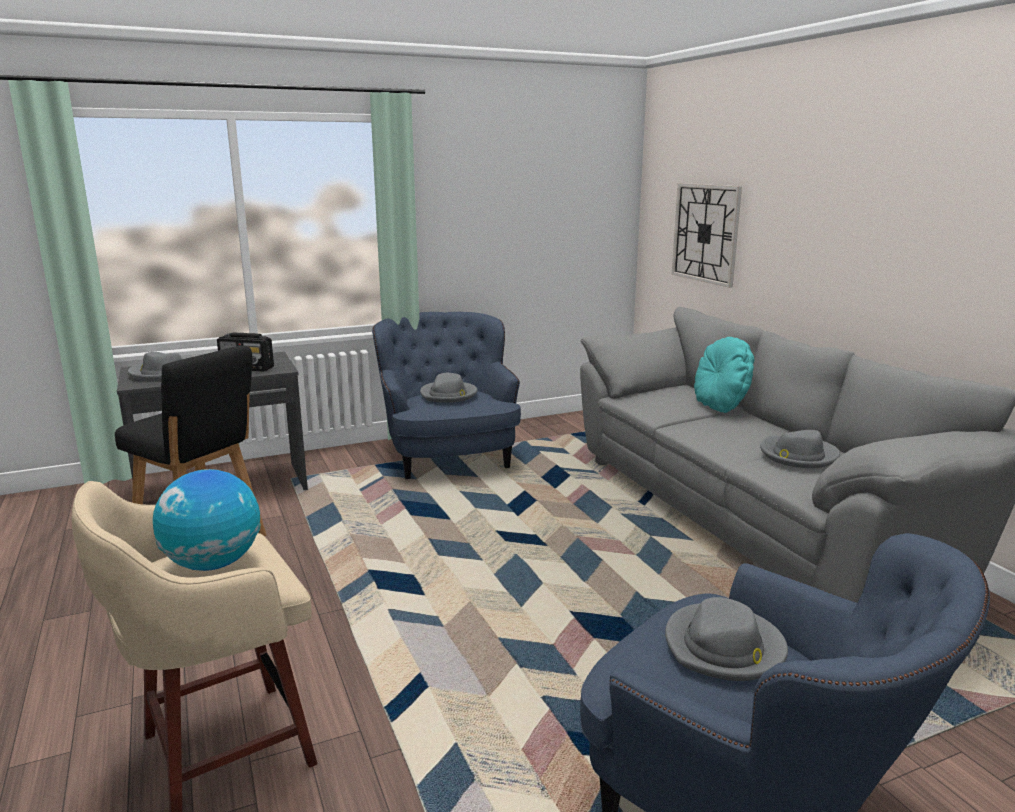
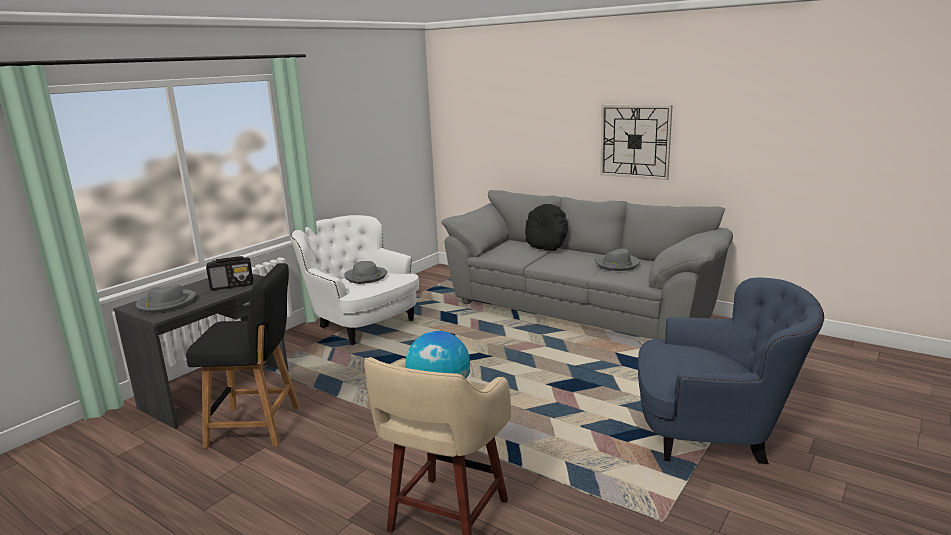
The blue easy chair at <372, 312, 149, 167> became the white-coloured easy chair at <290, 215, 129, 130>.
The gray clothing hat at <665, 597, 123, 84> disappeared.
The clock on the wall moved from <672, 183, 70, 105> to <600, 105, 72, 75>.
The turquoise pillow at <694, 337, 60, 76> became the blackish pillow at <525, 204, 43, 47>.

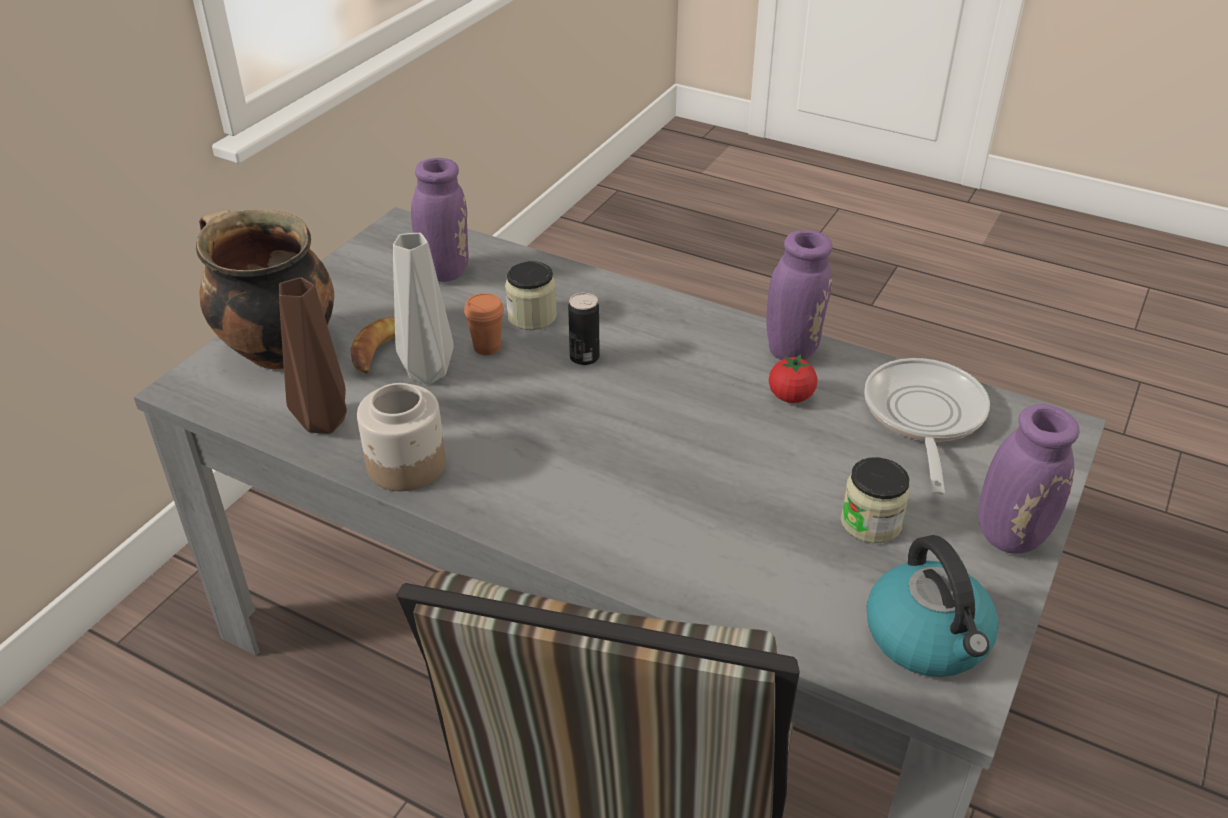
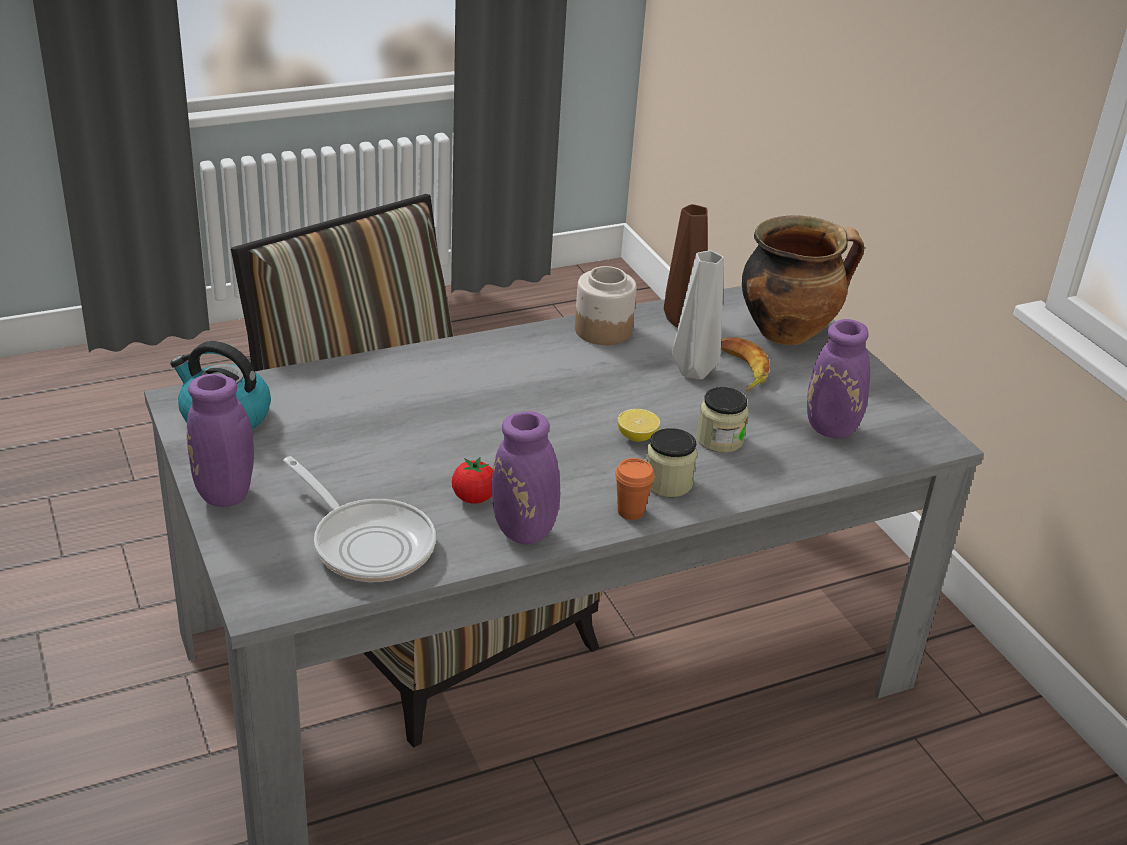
The orange drinking cup moved from <464, 293, 40, 62> to <615, 458, 40, 62>.
The can at <568, 293, 32, 72> was replaced by the whole lemon at <617, 409, 43, 33>.
The jar moved from <841, 457, 69, 86> to <646, 428, 51, 69>.

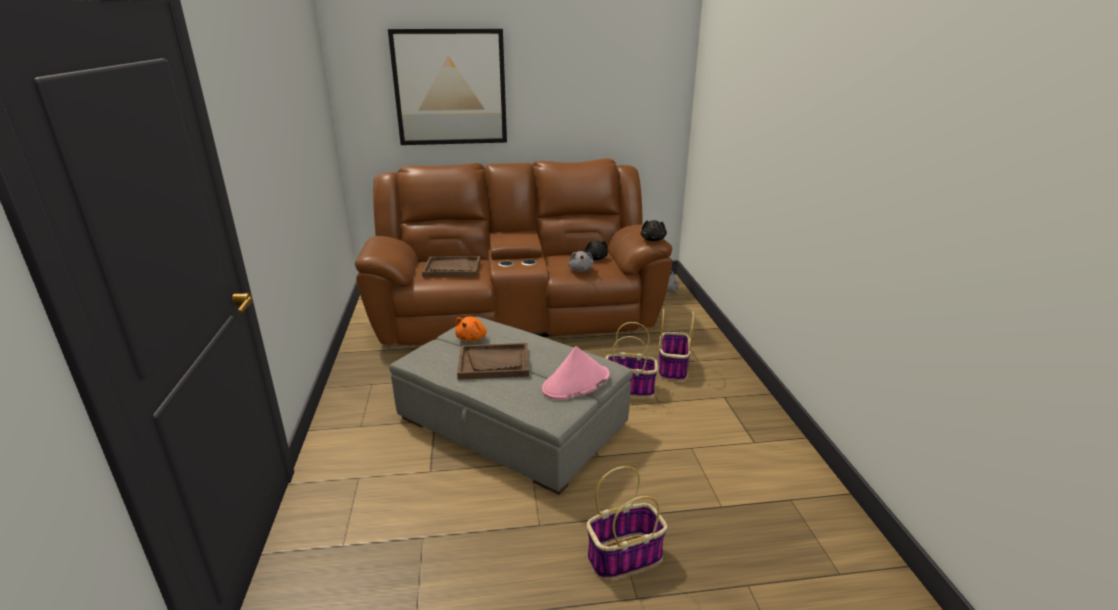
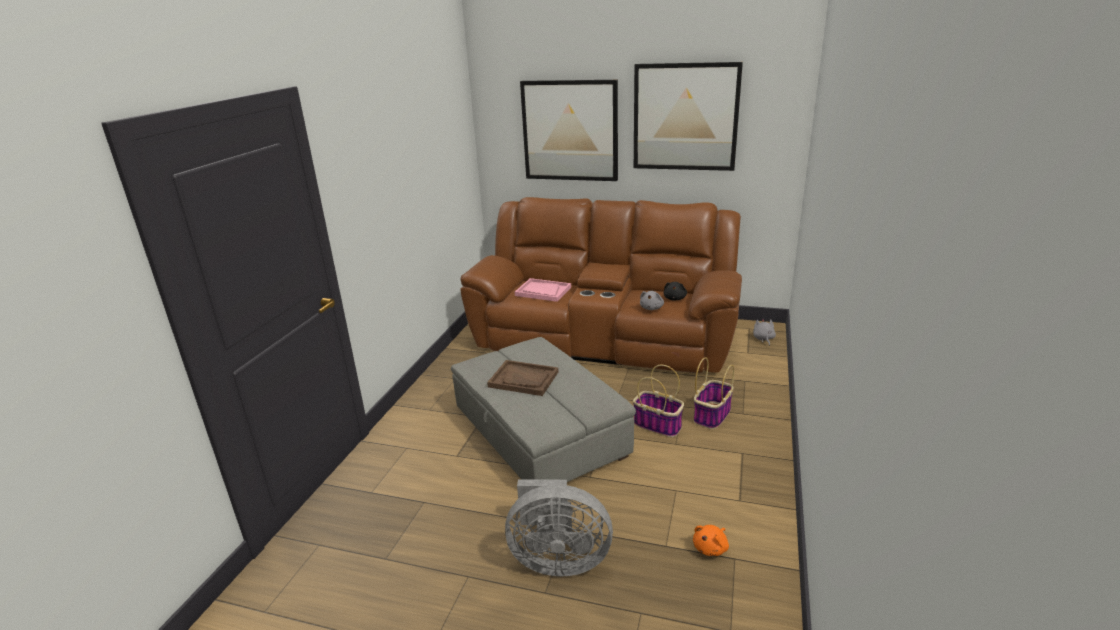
The brownish tray at <422, 256, 59, 21> became the pinkish tray at <515, 278, 56, 24>.
The orange cuddly toy moved from <455, 316, 32, 26> to <693, 525, 36, 31>.
The pinkish clothing hat at <542, 346, 67, 54> disappeared.
The basket at <587, 466, 80, 113> was replaced by the gray electric fan at <505, 479, 108, 98>.
The blackish cuddly toy at <640, 220, 27, 21> disappeared.
The picture at <634, 62, 109, 109> appeared.

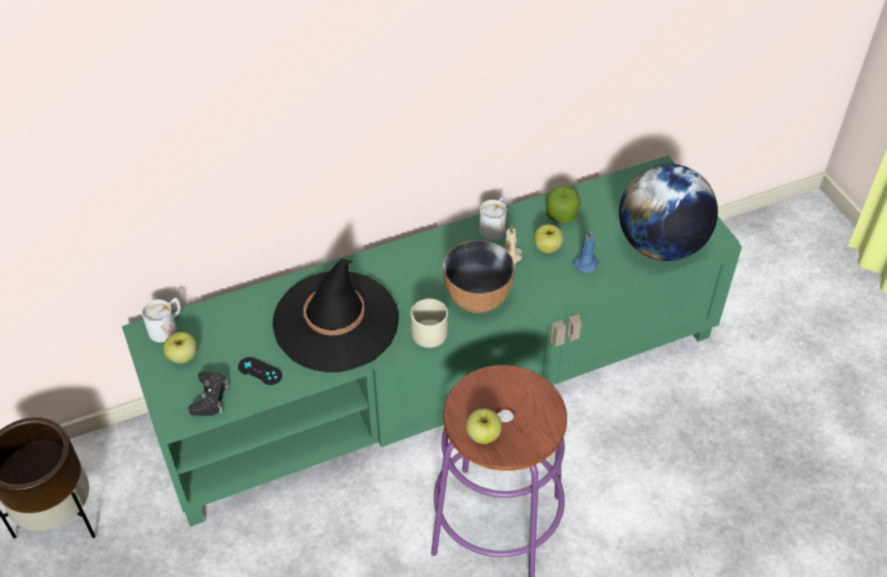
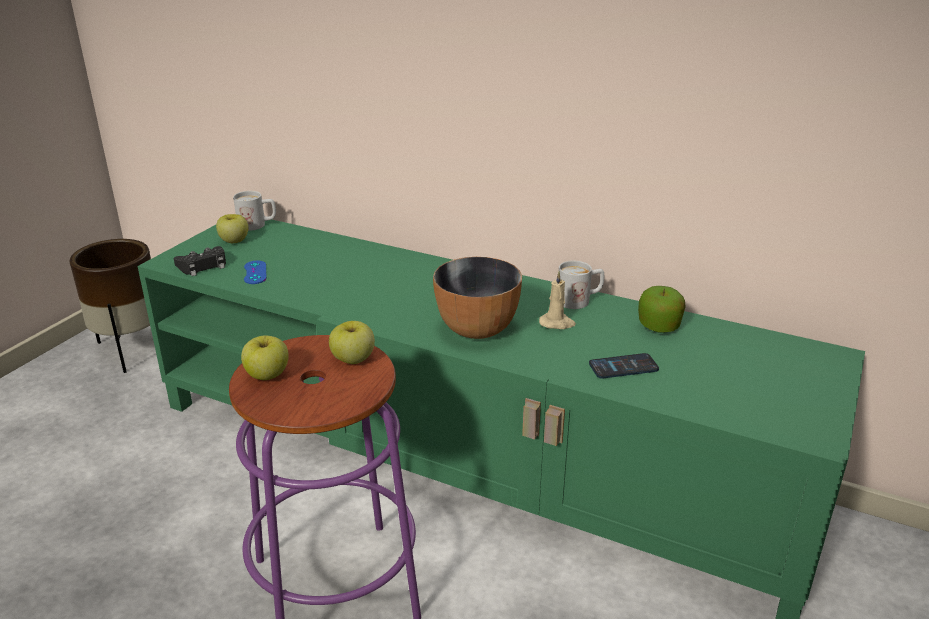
The blackish gamepad at <238, 357, 44, 28> became the blue gamepad at <244, 261, 23, 23>.
The blackish clothing hat at <272, 259, 127, 113> disappeared.
The beige-coloured coffee mug at <411, 299, 37, 49> disappeared.
The apple moved from <534, 224, 29, 29> to <329, 321, 46, 43>.
The blue wax candle at <573, 231, 26, 42> was replaced by the phone at <589, 353, 70, 26>.
The desk globe at <619, 164, 99, 97> disappeared.

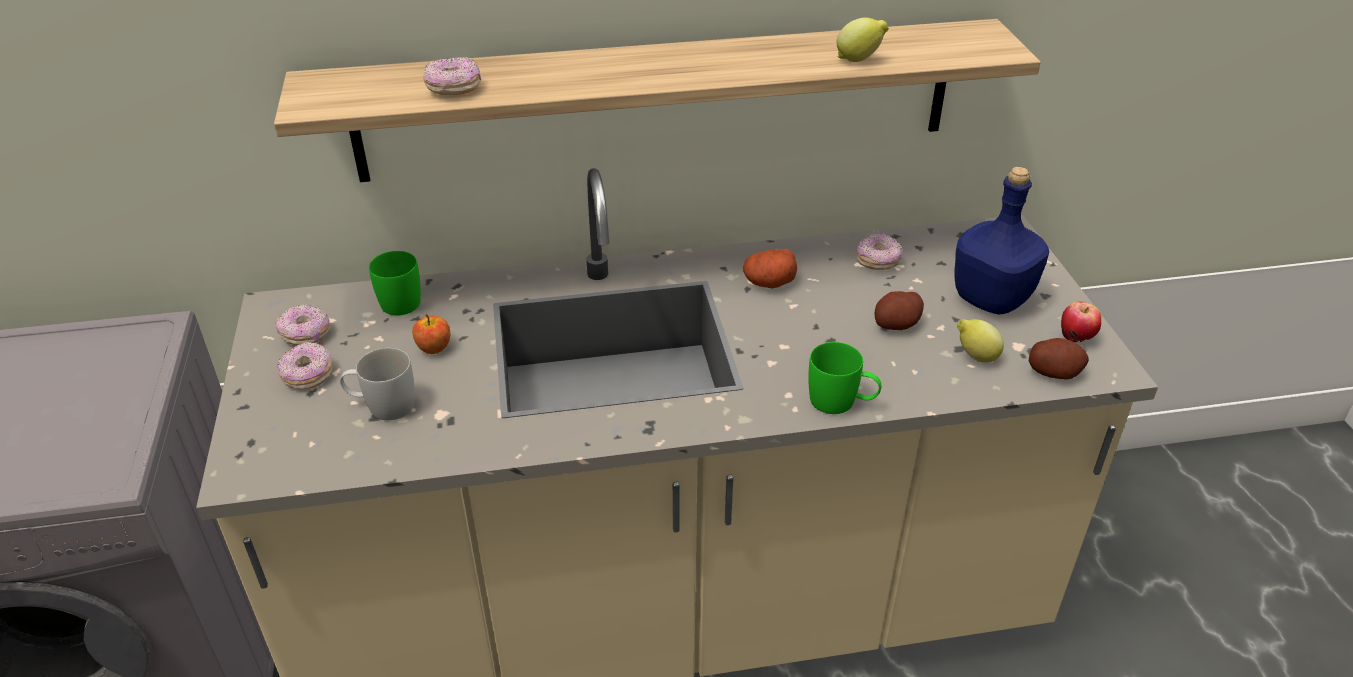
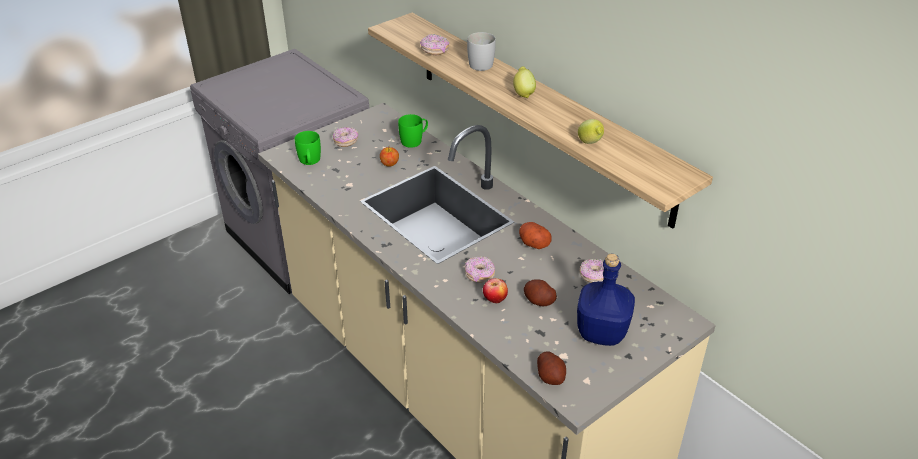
The donut moved from <275, 304, 55, 42> to <465, 256, 30, 27>.
The white-coloured coffee mug moved from <340, 348, 75, 72> to <467, 32, 29, 39>.
The green coffee mug moved from <808, 342, 73, 72> to <295, 131, 26, 34>.
The whole lemon moved from <957, 319, 47, 44> to <513, 66, 23, 32>.
The apple moved from <1061, 301, 40, 41> to <483, 278, 25, 26>.

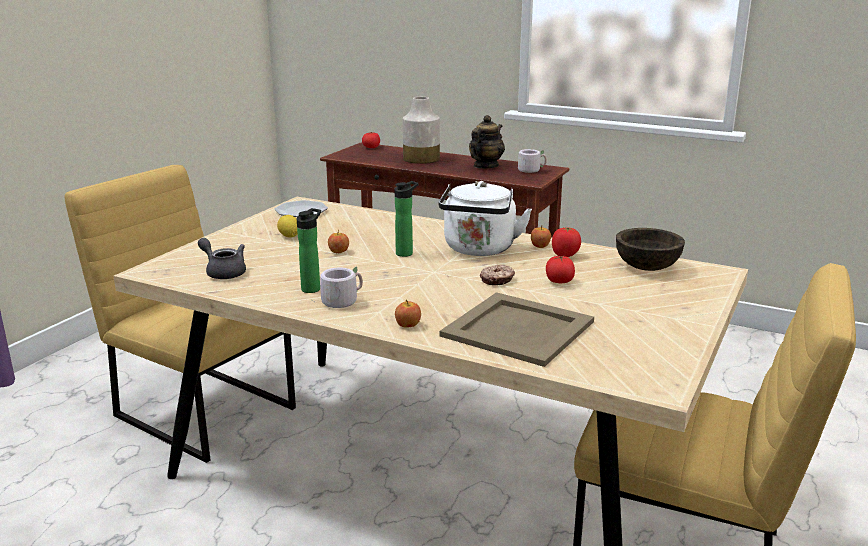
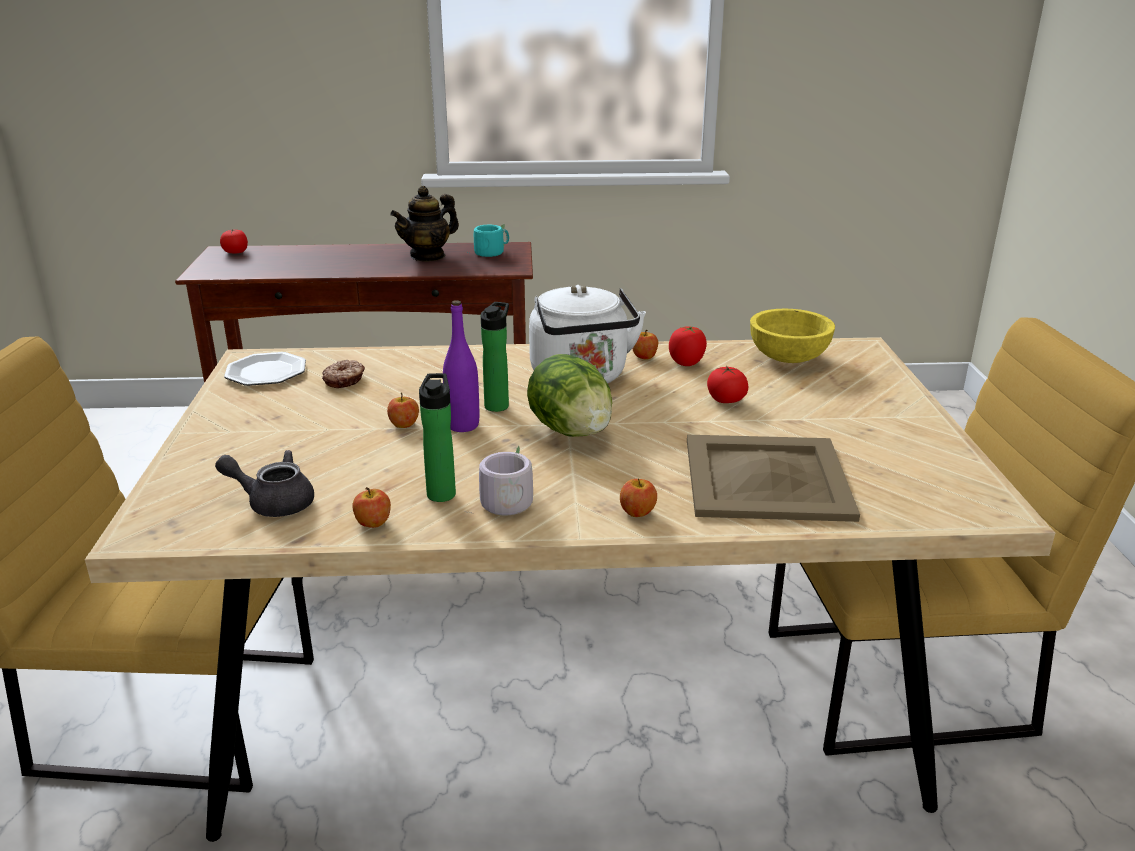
The whole lemon at <277, 215, 21, 22> disappeared.
The beige-coloured flower vase at <403, 97, 37, 67> disappeared.
The pot for tea at <469, 115, 36, 53> turned 135 degrees counterclockwise.
The donut moved from <480, 265, 35, 20> to <322, 360, 43, 28>.
The gray coffee mug at <518, 149, 29, 24> became the turquoise coffee mug at <466, 224, 43, 33>.
The brownish serving bowl at <616, 228, 69, 43> became the yellowish serving bowl at <750, 309, 85, 54>.
The apple at <352, 487, 39, 41> appeared.
The purplish drink bottle at <443, 300, 36, 132> appeared.
The lettuce head at <527, 354, 85, 83> appeared.

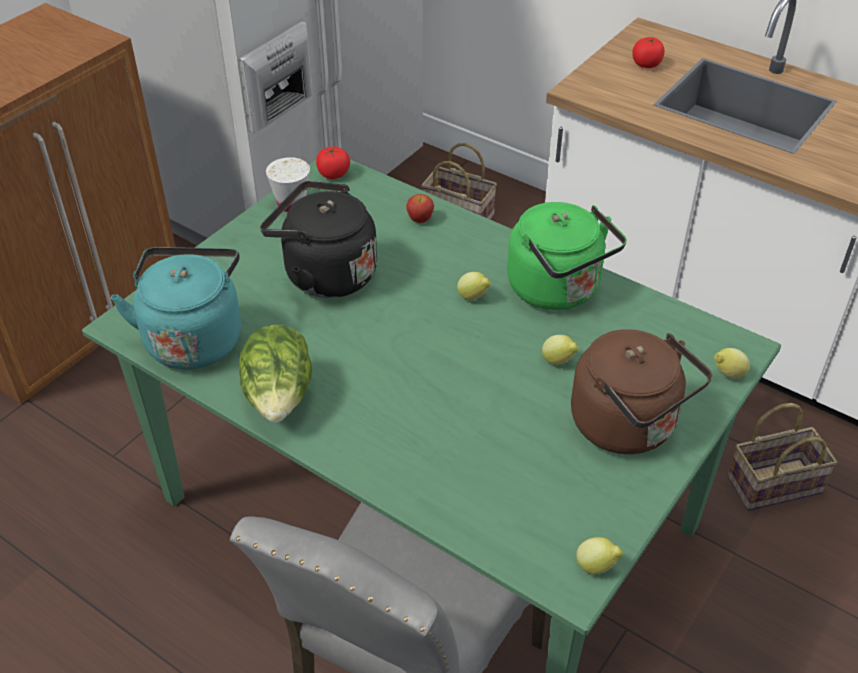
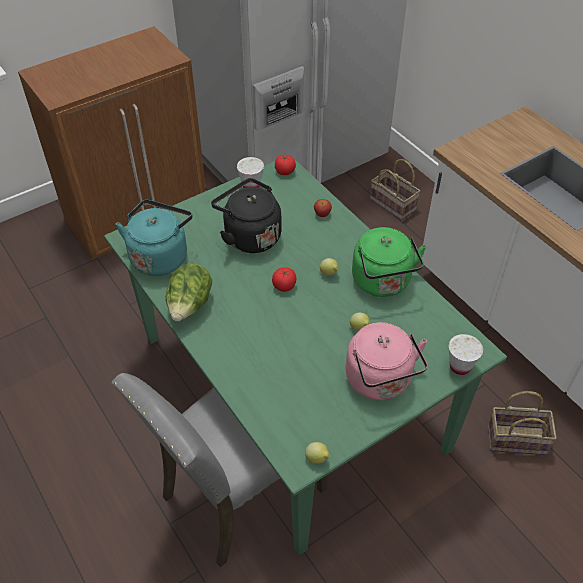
The brownish water kettle at <571, 329, 141, 125> became the pinkish water kettle at <346, 322, 82, 78>.
The tomato moved from <632, 37, 33, 31> to <272, 267, 24, 25>.
The whole lemon at <714, 348, 36, 31> was replaced by the white-coloured drinking cup at <449, 334, 34, 41>.

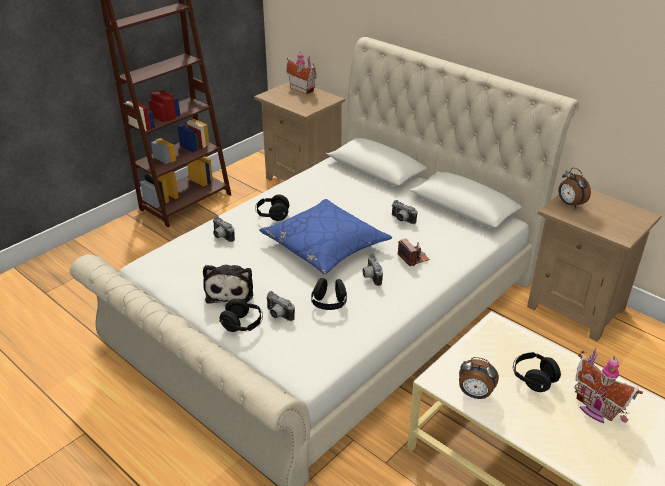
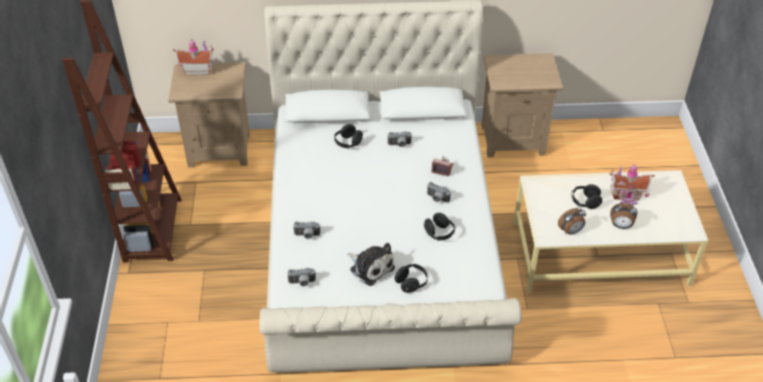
The blackish headphones moved from <255, 195, 34, 26> to <334, 124, 29, 24>.
The blue pillow at <259, 199, 133, 75> disappeared.
The still camera moved from <266, 291, 29, 30> to <287, 268, 29, 18>.
The table clock moved from <558, 168, 33, 41> to <610, 202, 28, 27>.

